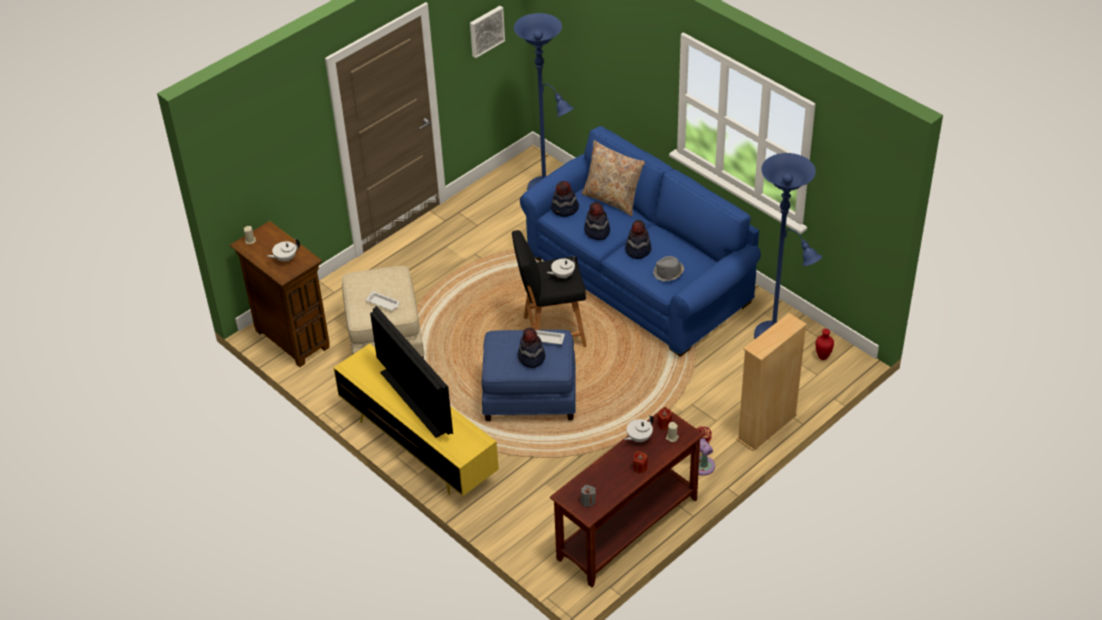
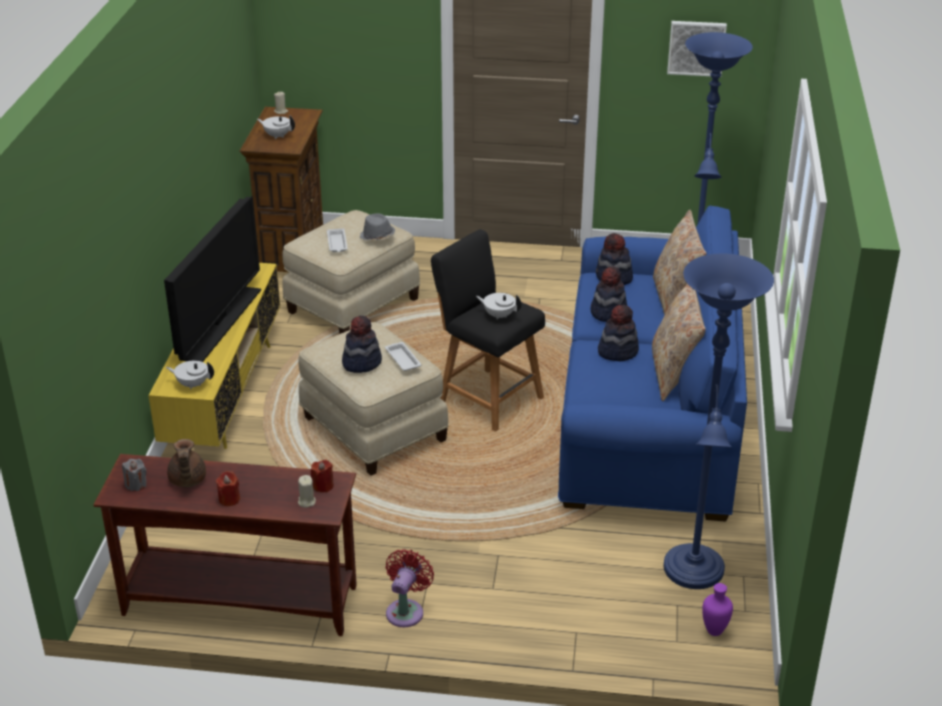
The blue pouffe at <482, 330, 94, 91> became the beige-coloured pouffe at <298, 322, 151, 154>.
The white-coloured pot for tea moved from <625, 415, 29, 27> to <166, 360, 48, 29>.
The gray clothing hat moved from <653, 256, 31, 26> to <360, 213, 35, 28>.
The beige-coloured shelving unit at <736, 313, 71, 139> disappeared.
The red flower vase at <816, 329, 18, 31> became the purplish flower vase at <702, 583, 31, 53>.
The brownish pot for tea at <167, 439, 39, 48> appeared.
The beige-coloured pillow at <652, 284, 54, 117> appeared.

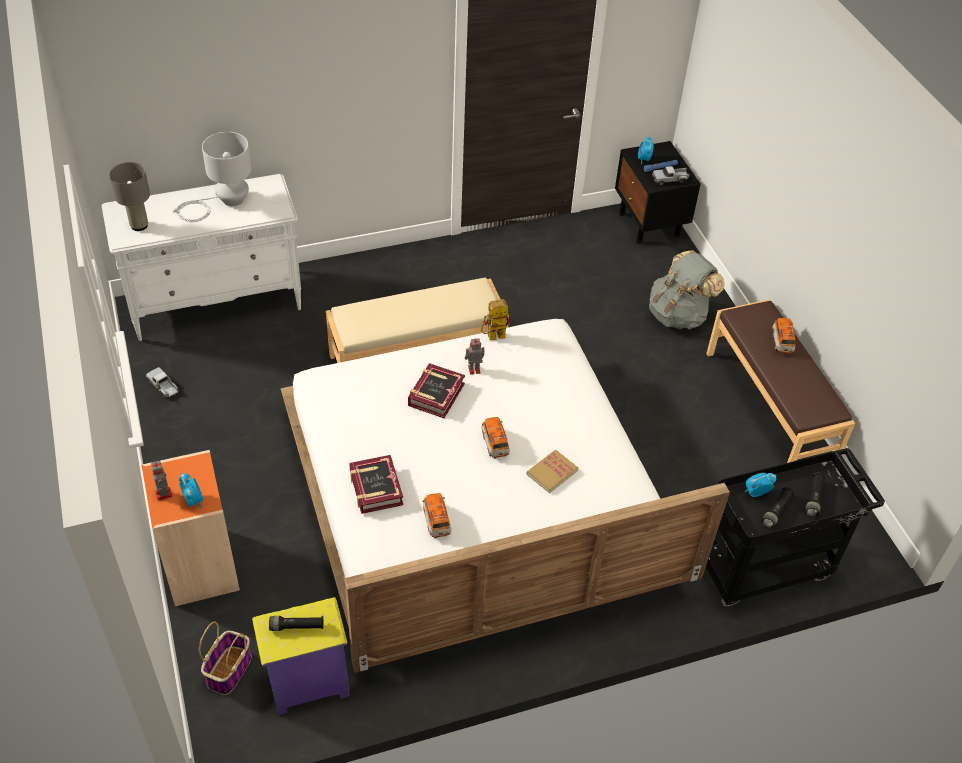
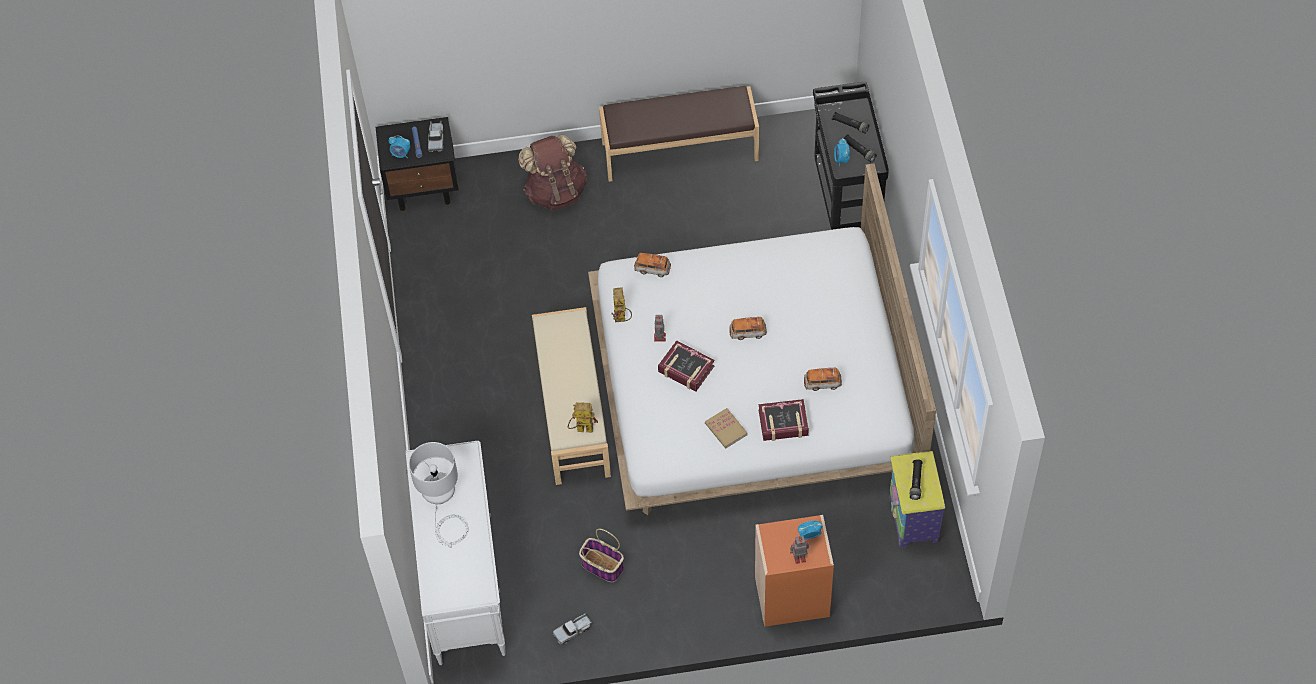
The gray table lamp at <109, 162, 41, 69> disappeared.
The basket moved from <199, 622, 53, 73> to <579, 529, 45, 53>.
The bound book moved from <526, 450, 52, 43> to <705, 408, 43, 40>.
The gray backpack at <649, 250, 76, 79> became the brownish backpack at <518, 134, 69, 76>.
The toy car moved from <773, 318, 22, 35> to <634, 253, 37, 24>.
The toy robot at <568, 402, 30, 31> appeared.

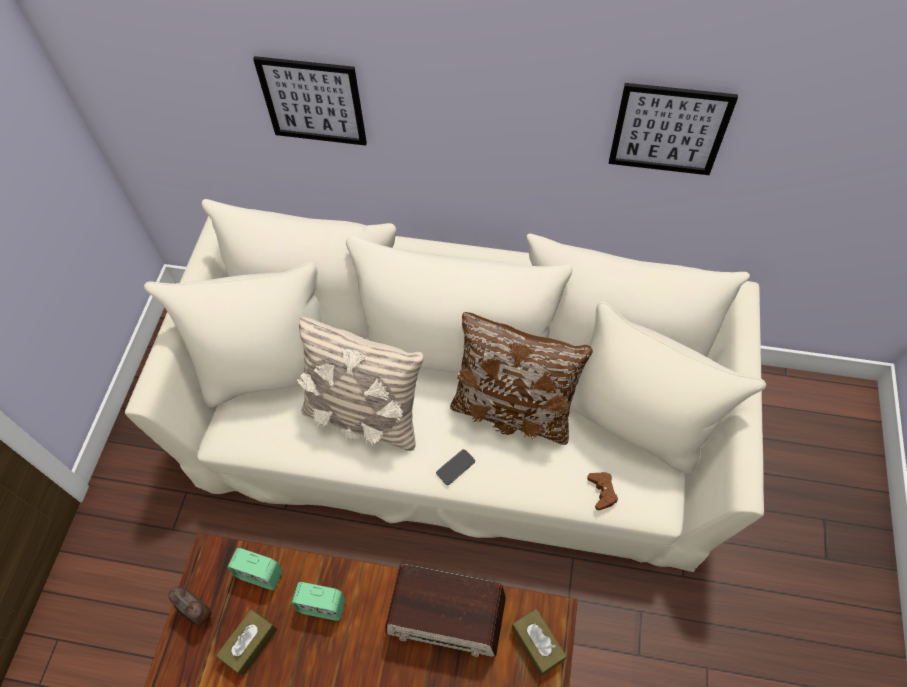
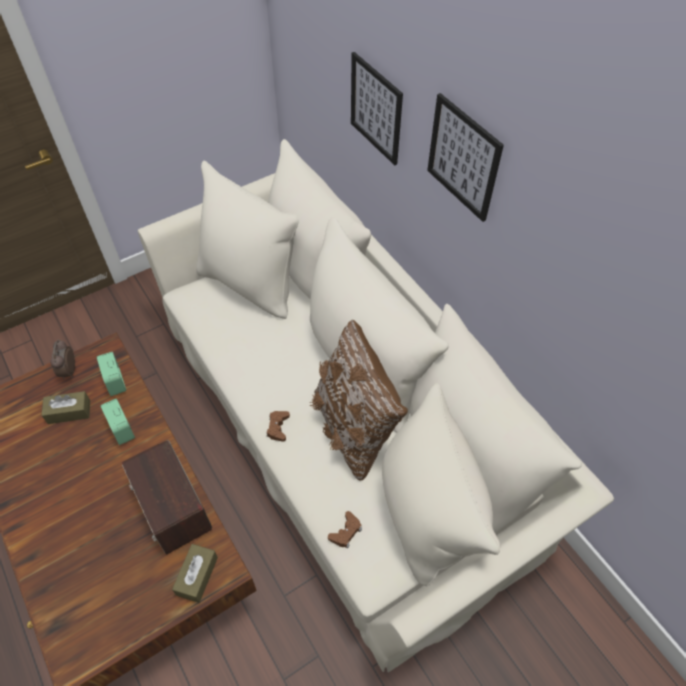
The beige-coloured pillow at <297, 317, 127, 134> disappeared.
The phone at <436, 449, 39, 36> was replaced by the brownish gamepad at <267, 411, 23, 31>.
The picture moved from <609, 83, 129, 92> to <427, 93, 77, 129>.

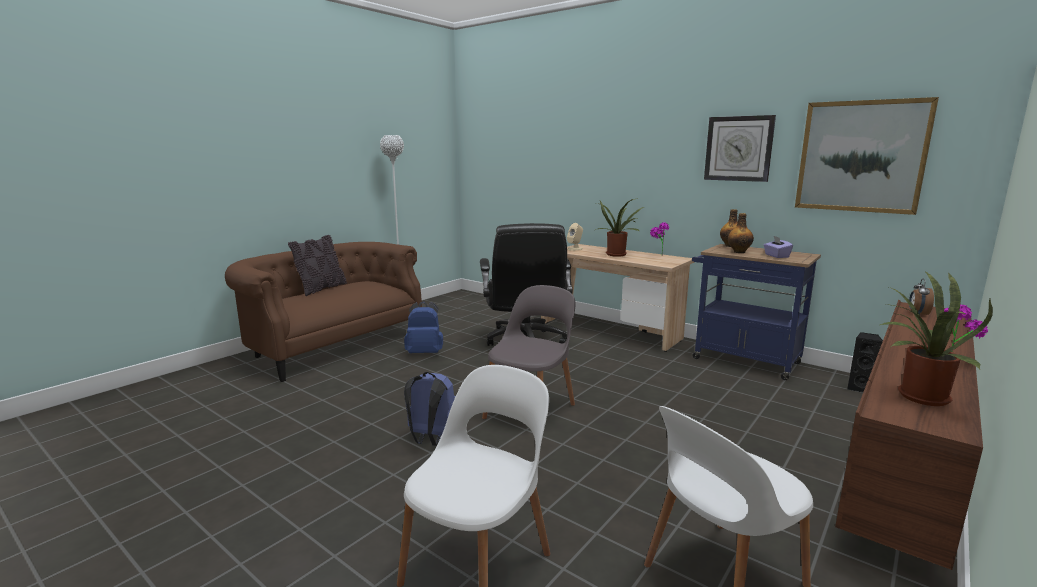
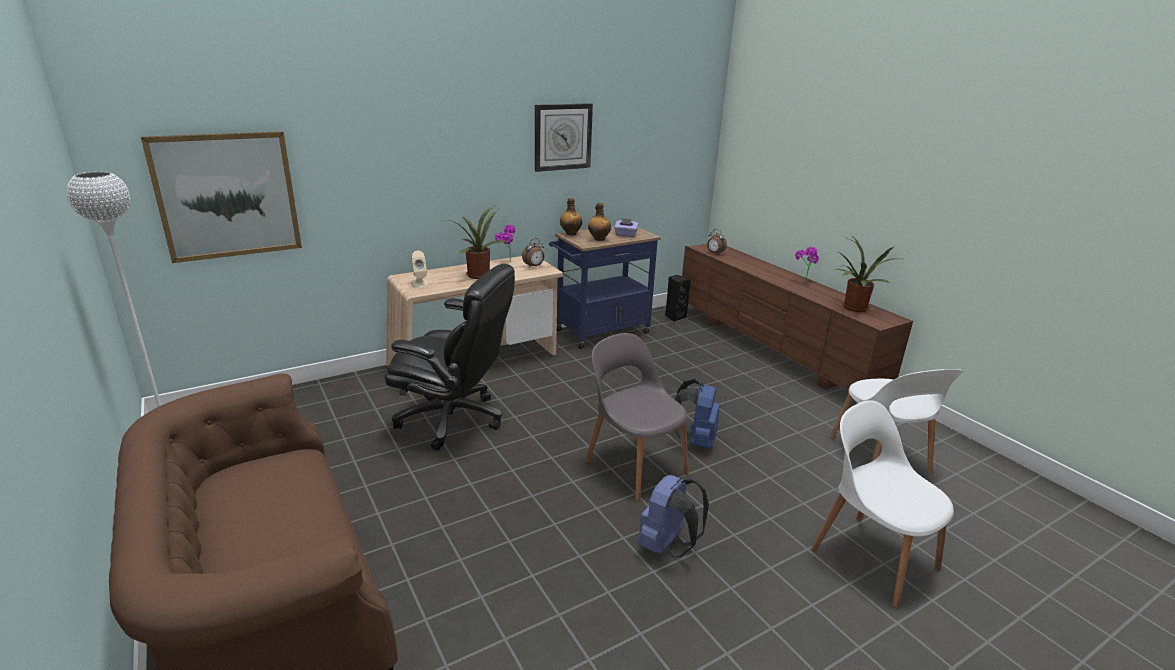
The blackish pillow at <288, 235, 59, 61> disappeared.
The blue backpack moved from <404, 301, 39, 52> to <674, 379, 46, 70>.
The picture moved from <795, 97, 144, 118> to <141, 131, 161, 132>.
The table clock at <522, 238, 22, 30> appeared.

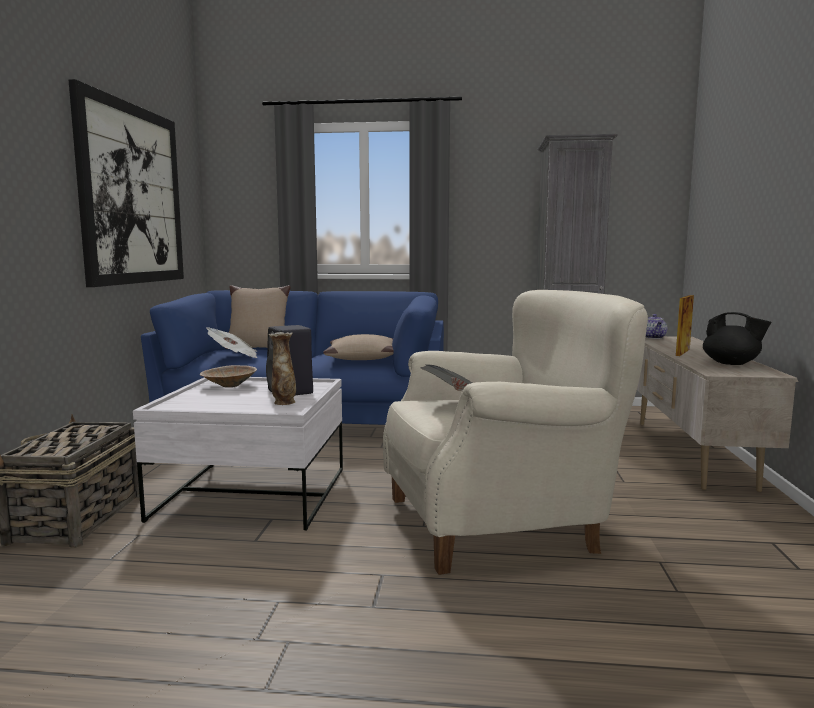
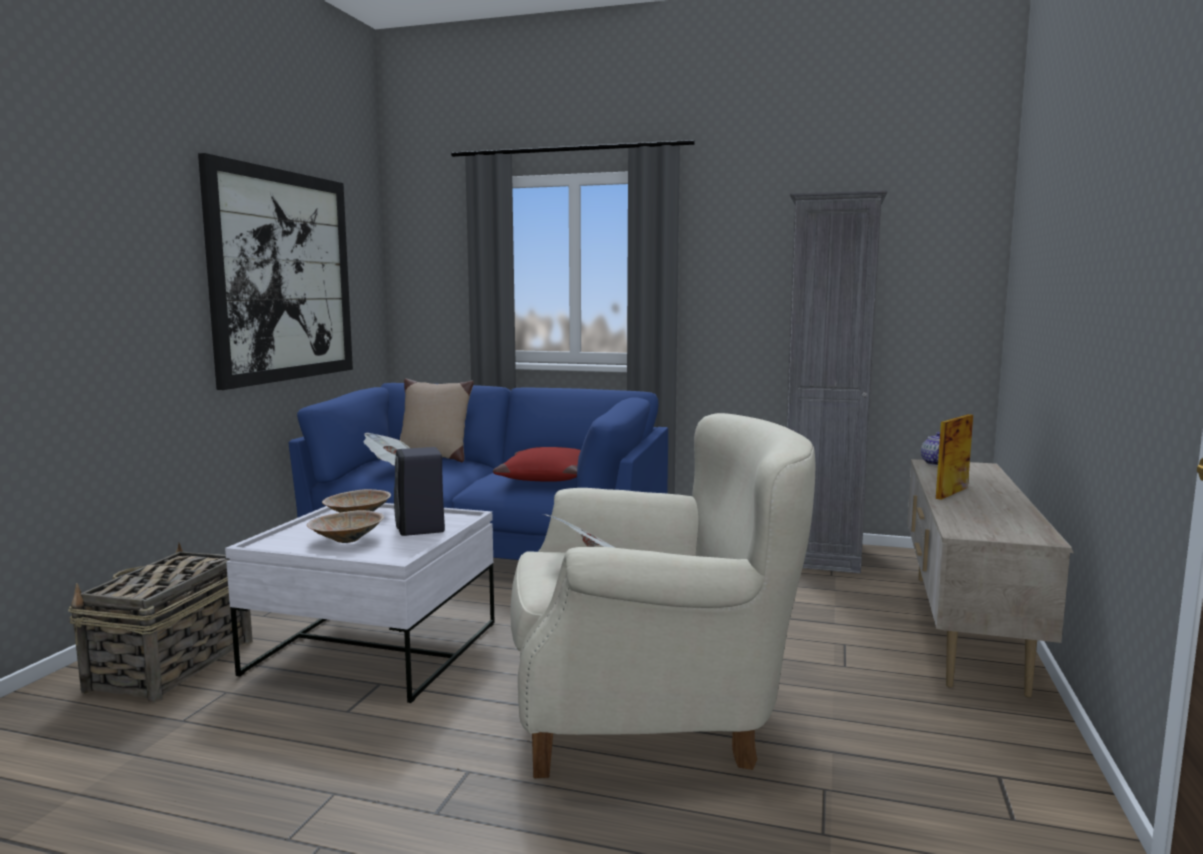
The flower vase at <269, 332, 27, 73> disappeared.
The beige-coloured pillow at <323, 334, 71, 26> became the red pillow at <493, 447, 88, 35>.
The blackish pot for tea at <703, 312, 68, 53> disappeared.
The beige-coloured serving bowl at <307, 510, 77, 33> appeared.

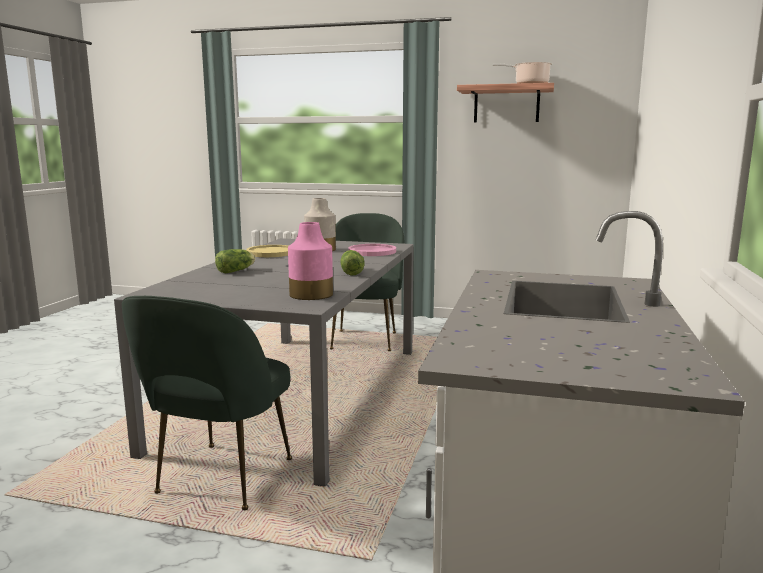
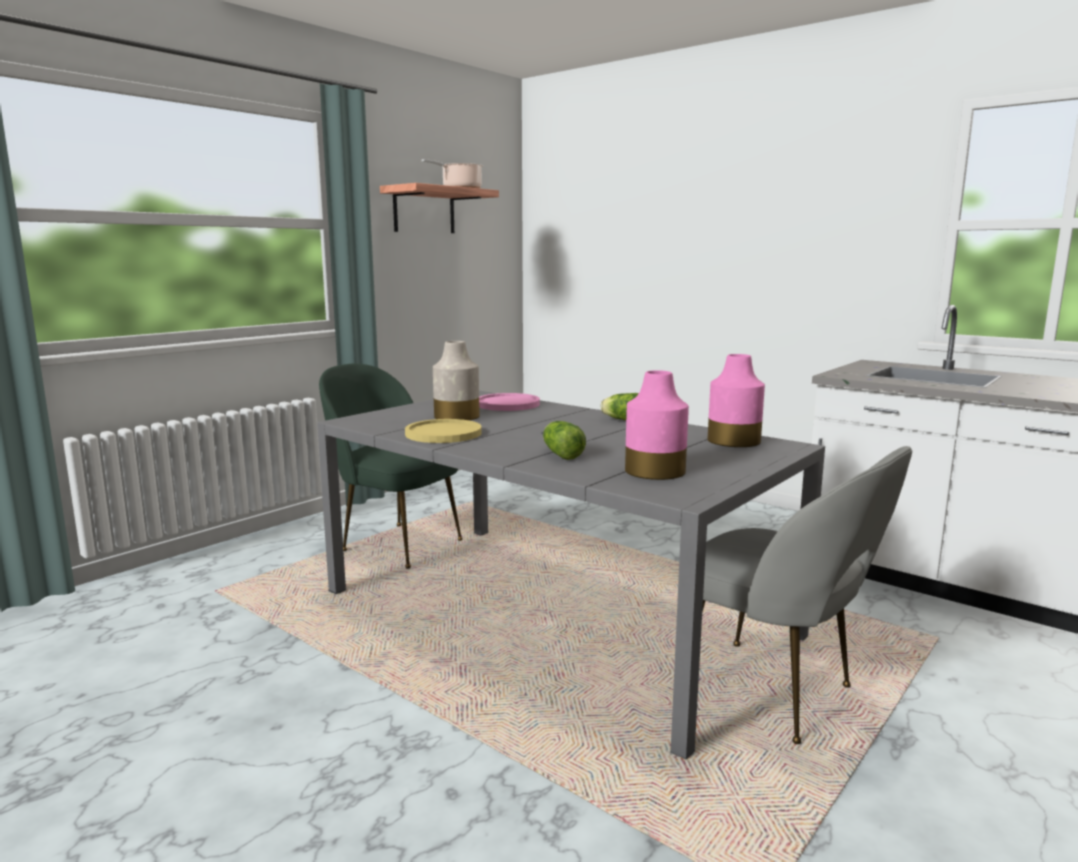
The green upright chair at <122, 296, 170, 214> became the gray upright chair at <702, 446, 210, 298>.
The pinkish flower vase at <625, 370, 64, 110> appeared.

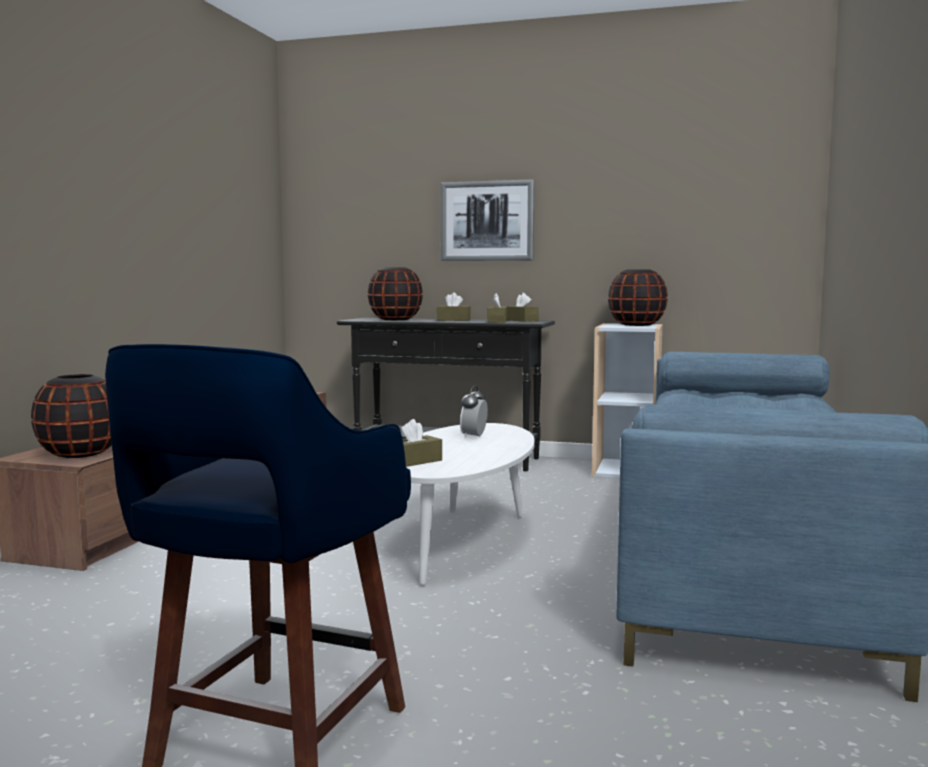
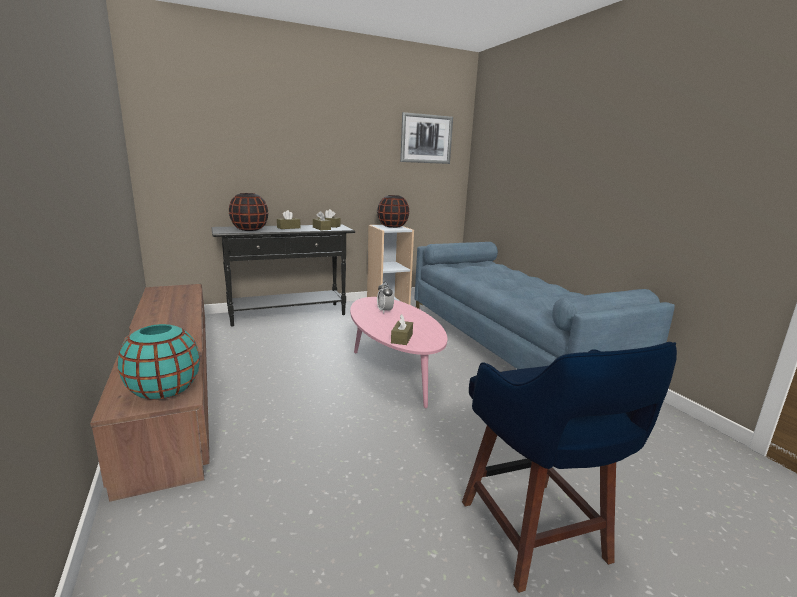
The blackish flower vase at <31, 374, 81, 84> became the turquoise flower vase at <118, 324, 82, 76>.
The white-coloured low table at <407, 423, 128, 163> became the pinkish low table at <350, 297, 97, 111>.
The picture moved from <440, 179, 94, 82> to <400, 112, 53, 52>.

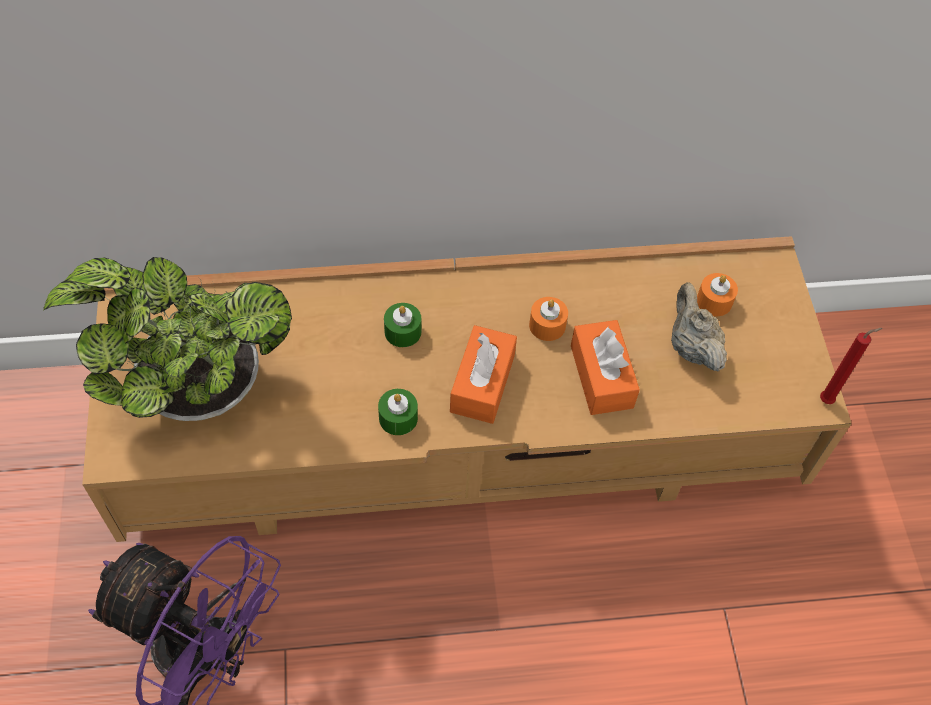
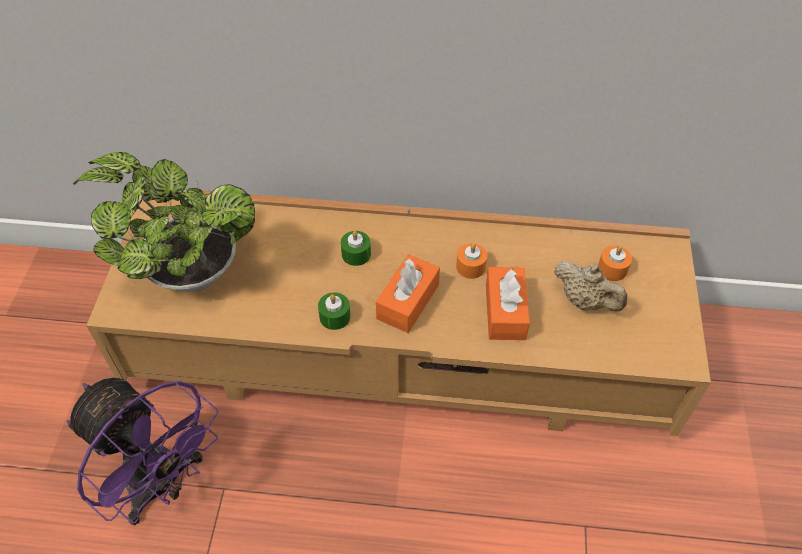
The beige-coloured pot for tea at <671, 282, 56, 89> turned 135 degrees clockwise.
The red wax candle at <820, 328, 63, 76> disappeared.

